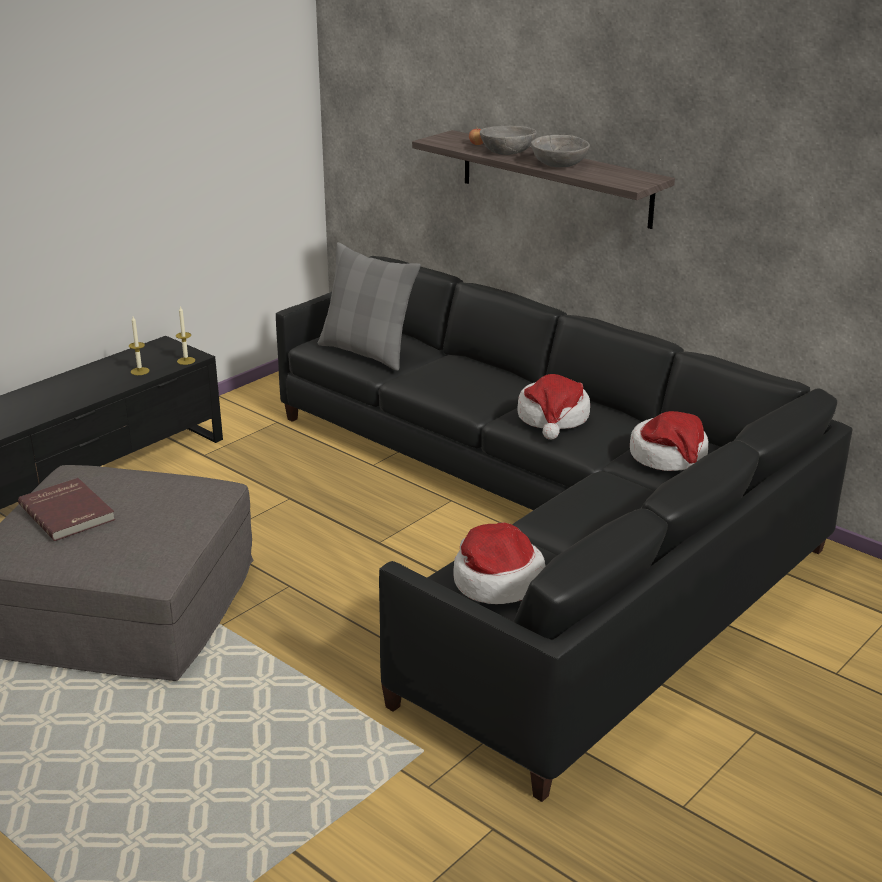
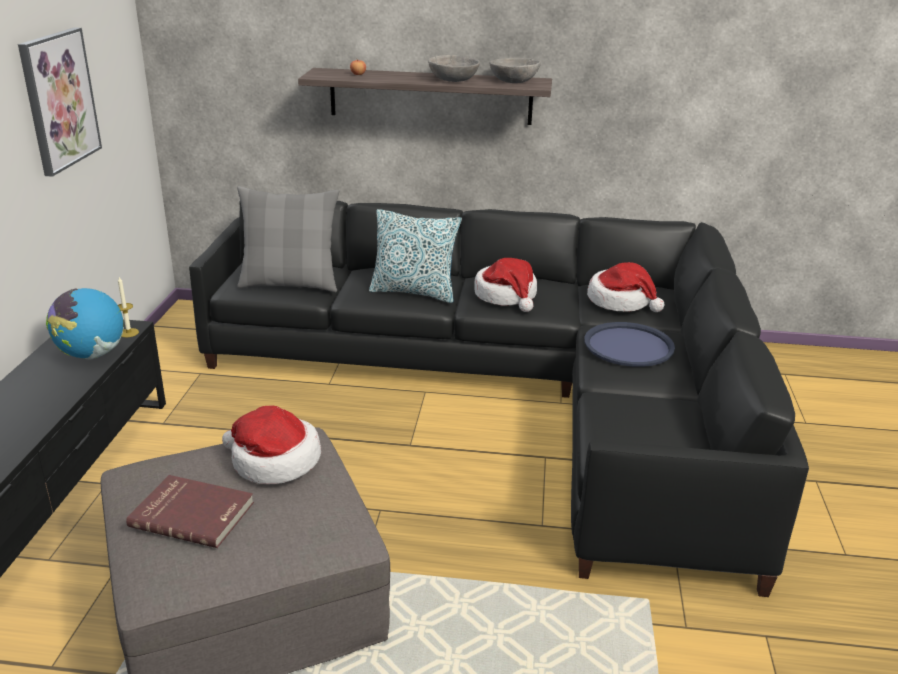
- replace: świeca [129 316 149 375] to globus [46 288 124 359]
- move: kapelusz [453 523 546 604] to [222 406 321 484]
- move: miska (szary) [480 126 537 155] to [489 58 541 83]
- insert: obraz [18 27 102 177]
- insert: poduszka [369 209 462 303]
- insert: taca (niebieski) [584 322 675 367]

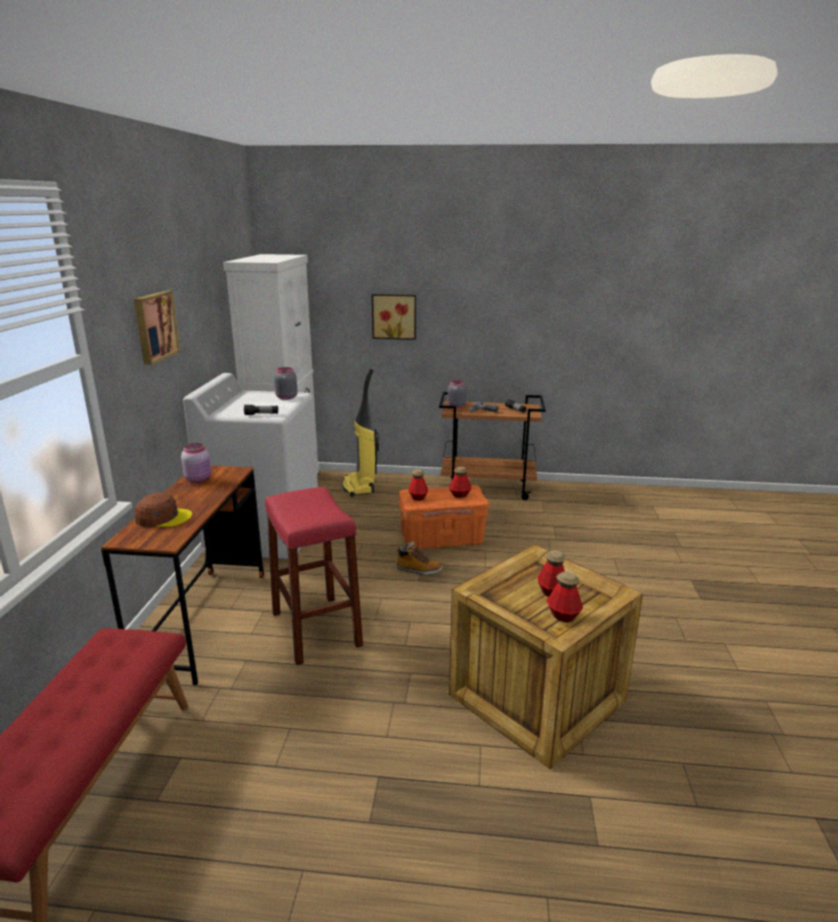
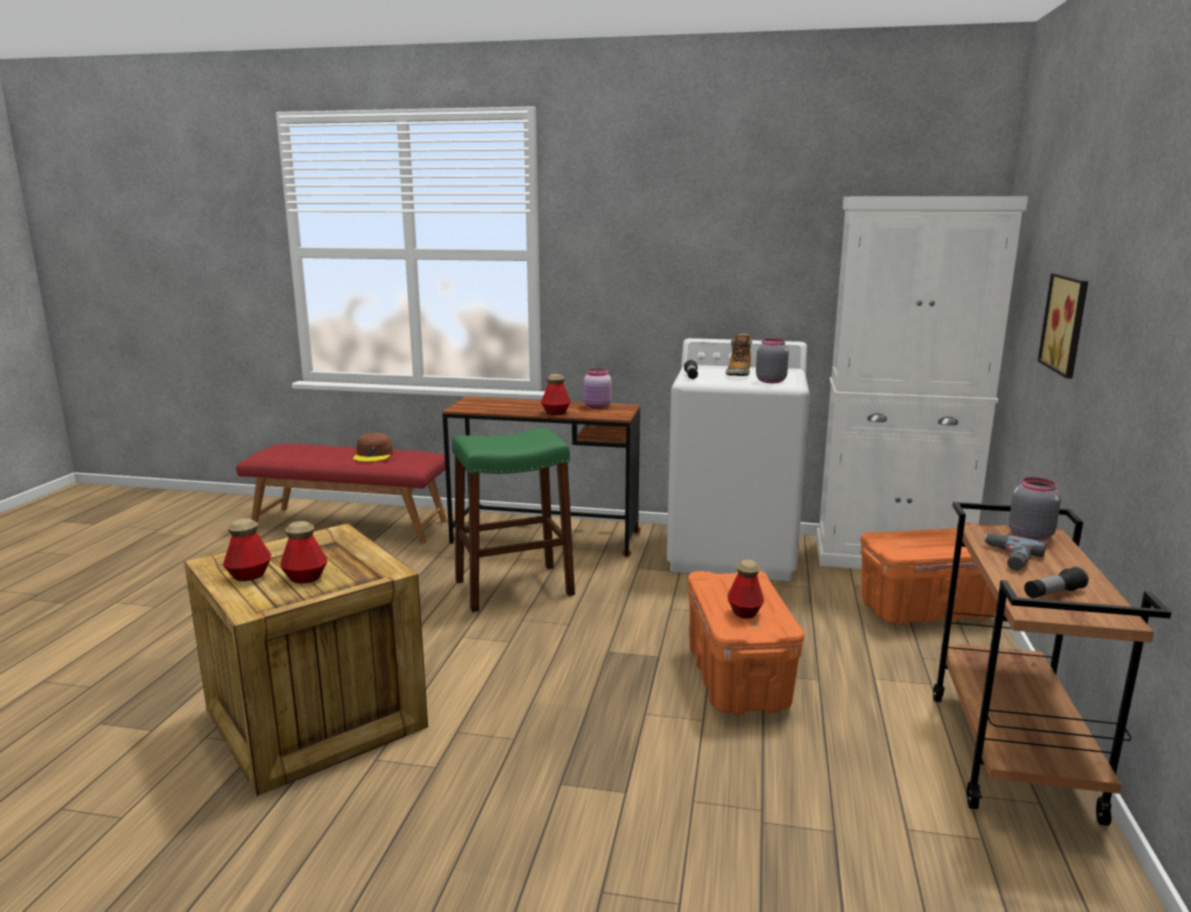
- delete: obraz [134 291 180 365]
- move: czapka z daszkiem (brązowy) [134 493 192 527] to [353 433 393 462]
- recolor: stołek (czerwony) [265 487 363 665] to stołek (zielony) [452 428 575 612]
- replace: odkurzacz [342 369 379 497] to pojemnik do przechowywania (pomarańczowy) [861 528 997 625]
- move: but z cholewką [396 542 443 575] to [726 333 752 376]
- move: butelka [409 469 428 501] to [541 374 571 415]

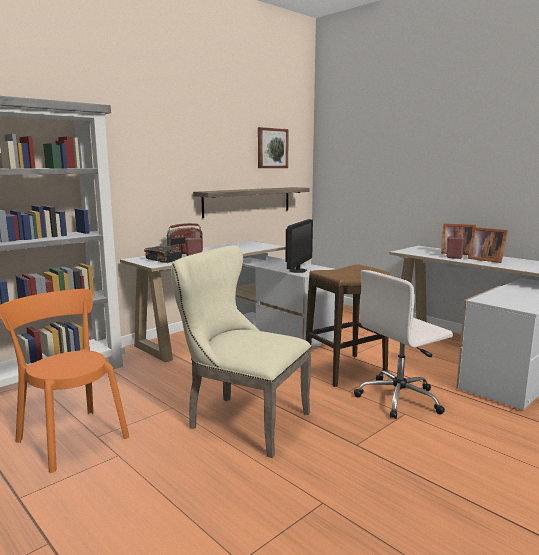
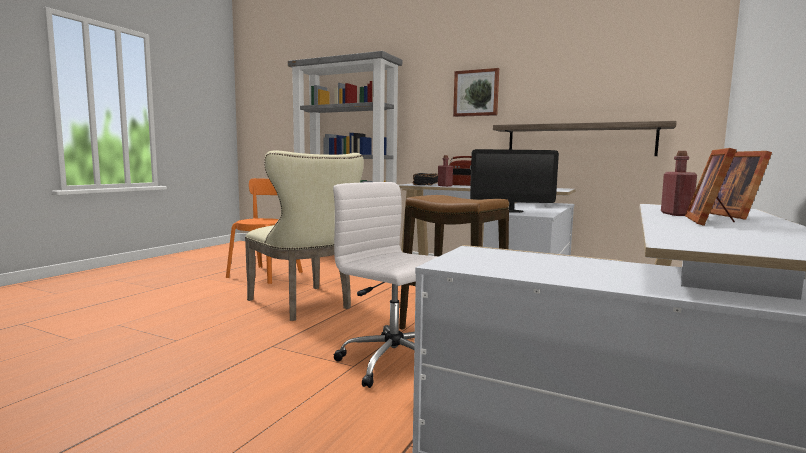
- rotate: krzesło (beżowy) [171 246 312 458] = [245 151 364 321] 135 degrees clockwise
- move: obraz [258 127 289 168] to [453 68 499 117]

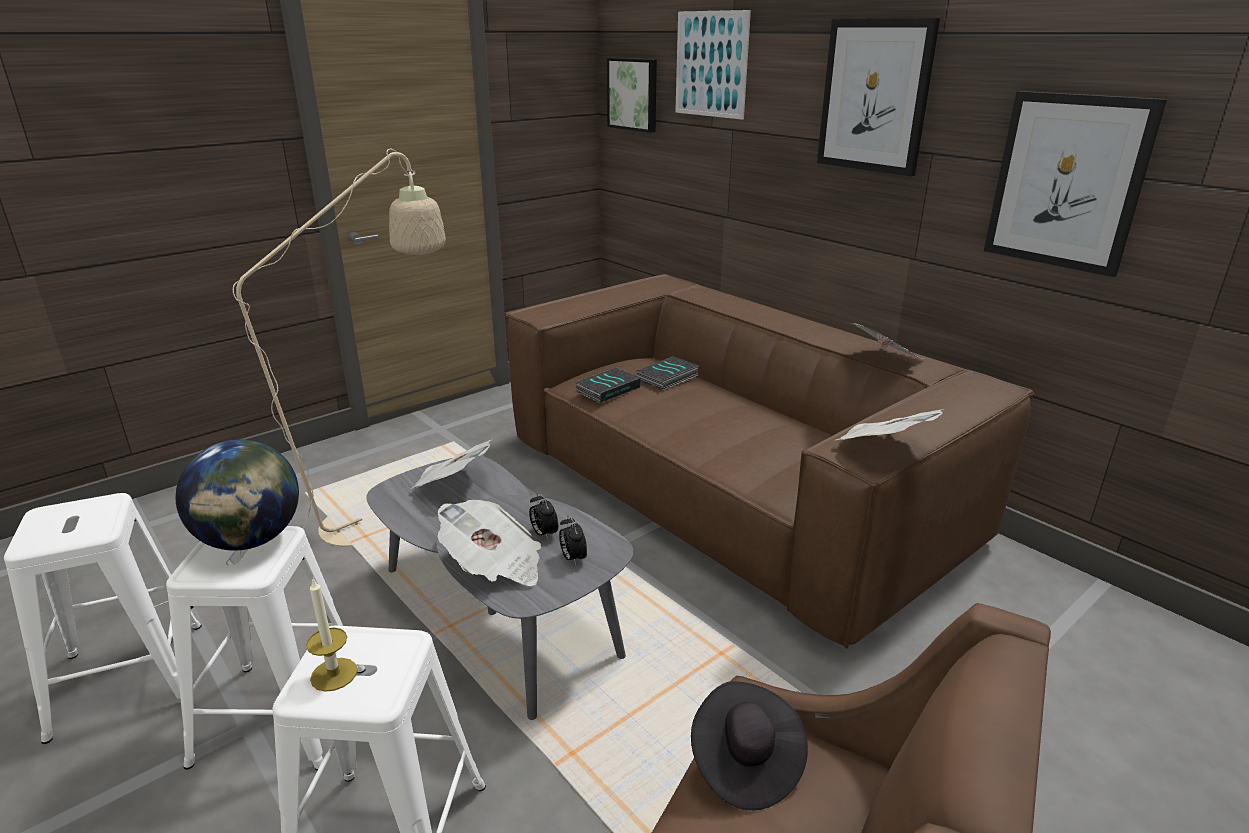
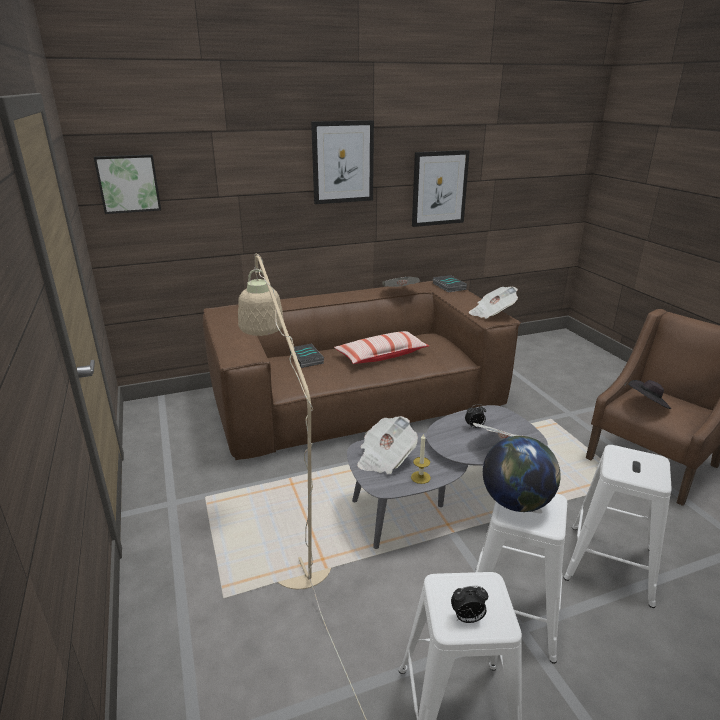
- move: świeca [306 579 357 692] to [411 433 431 484]
- move: budzik [559 515 587 565] to [451 586 488 623]
- move: książka [575 367 641 403] to [433 275 467 292]
- delete: obraz [675 10 751 120]
- insert: poduszka [334 331 429 364]

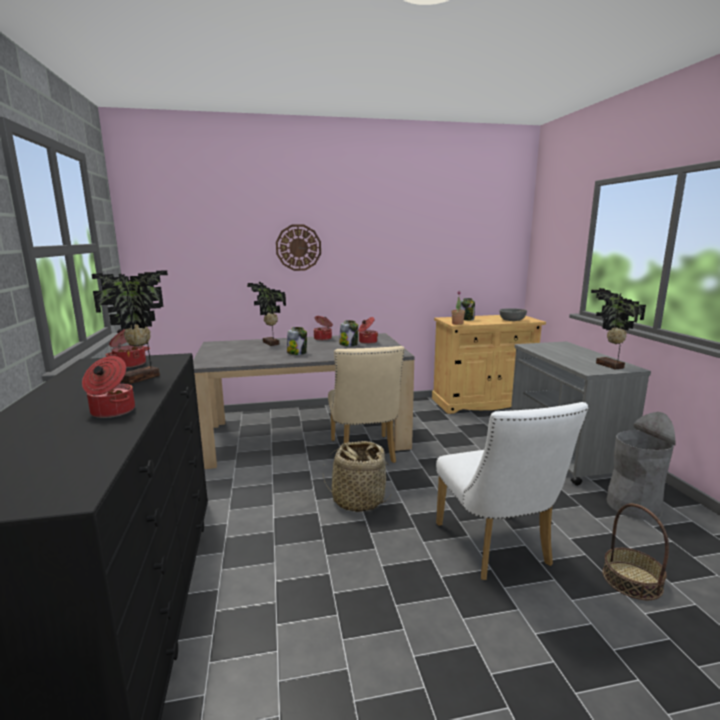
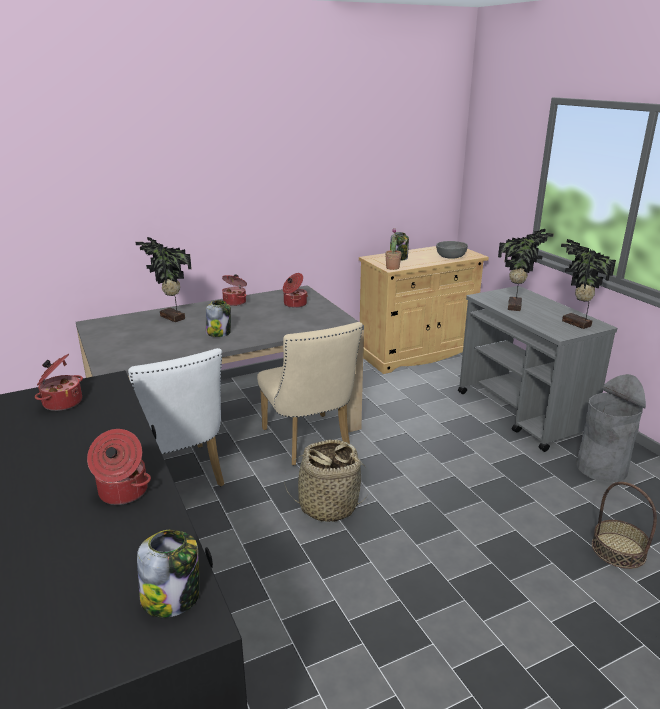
- move: roślina doniczkowa [92 270 168 384] to [498 229 554 311]
- delete: zegar ścienny [276 225 321 271]
- move: słoik [339 320 359 346] to [137 530 199 618]
- move: krzesło (biały) [436 402 589 580] to [128 348 224 486]

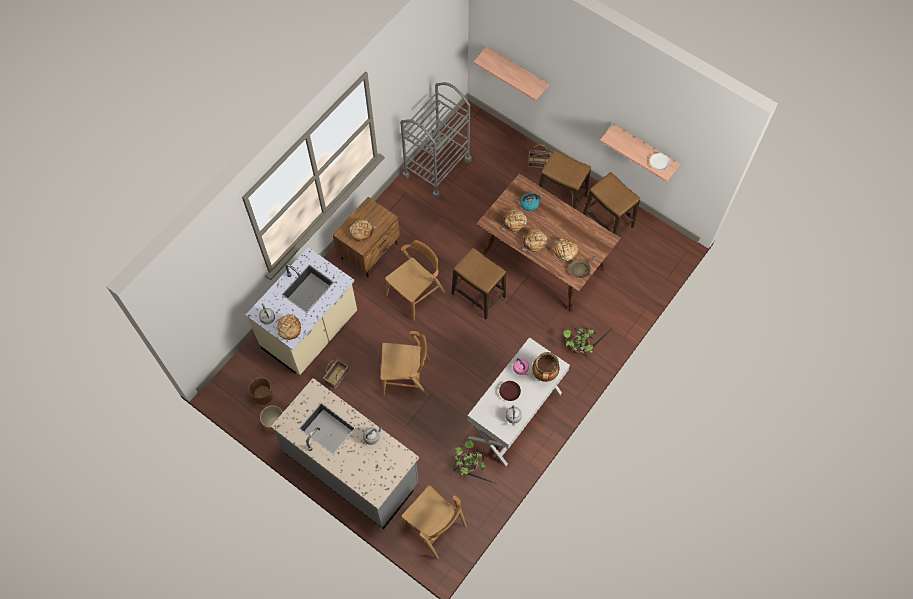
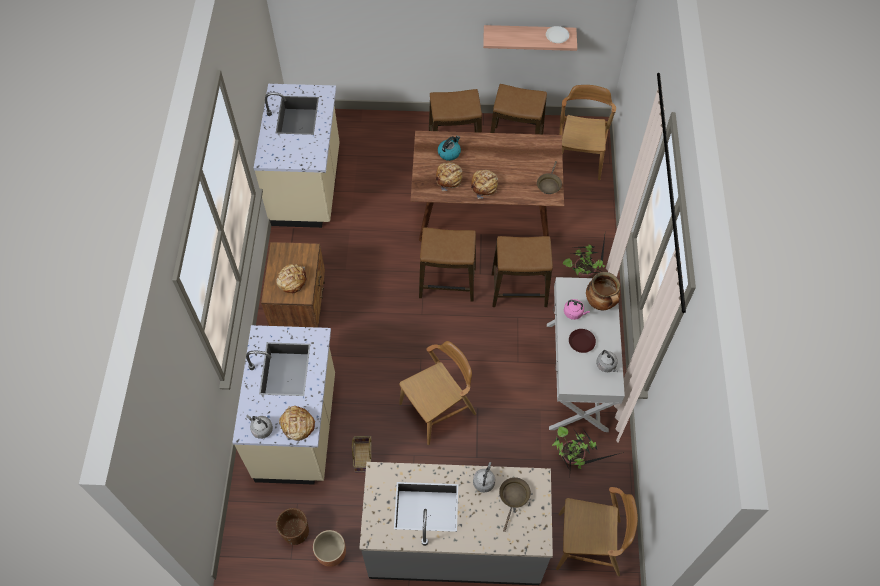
- move: krzesło (brązowy) [385 240 445 321] to [559 85 616 180]
- replace: wózek (szary) [400 82 472 199] to zabudowa kuchenna (beżowy) [254 84 340 228]
- delete: półka [473 47 549 101]
- delete: koszyk [528 144 551 168]
- delete: chleb [553 238 578 261]
- insert: stołek [491 236 553 307]
- insert: patelnia (brązowy) [499 477 531 532]

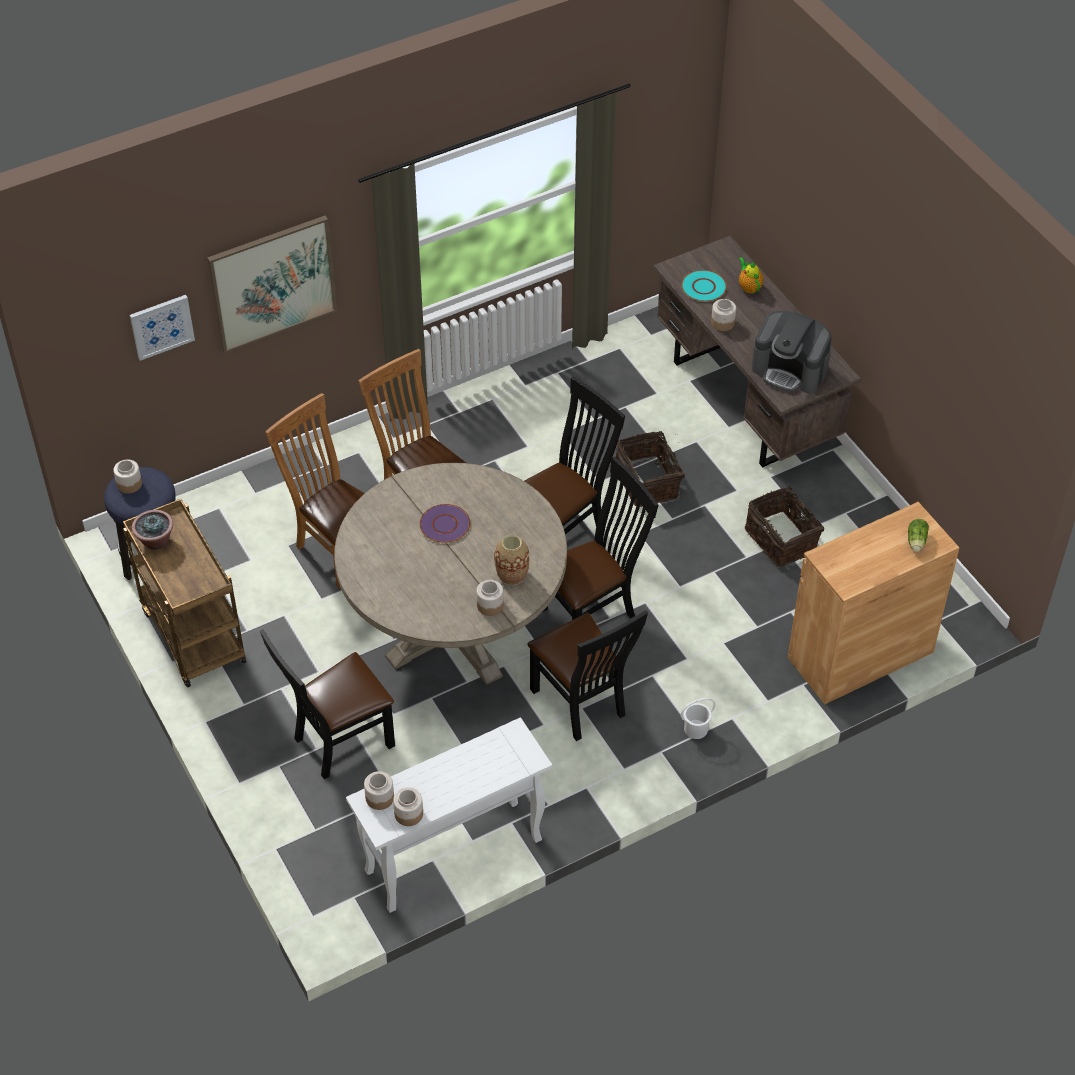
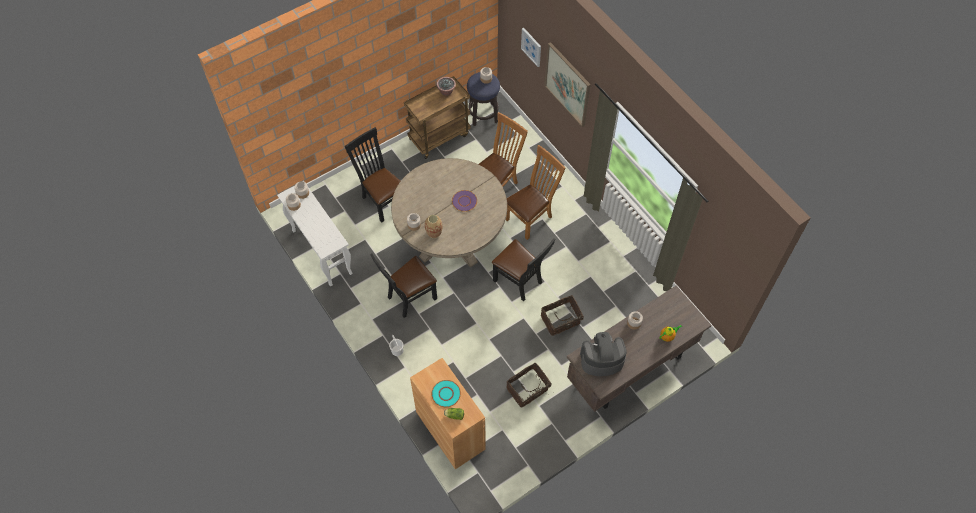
- delete: krzesło (czarny) [543 456 659 620]
- move: talerz (turkusowy) [681 270 727 302] to [431 380 461 407]
- rotate: ekspres do kawy [751 311 832 394] = [580 332 627 376] 60 degrees clockwise

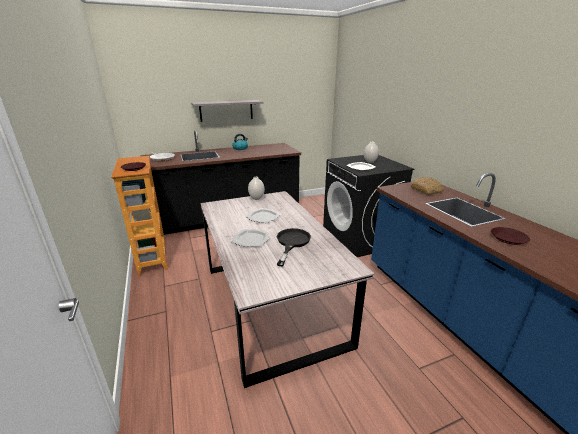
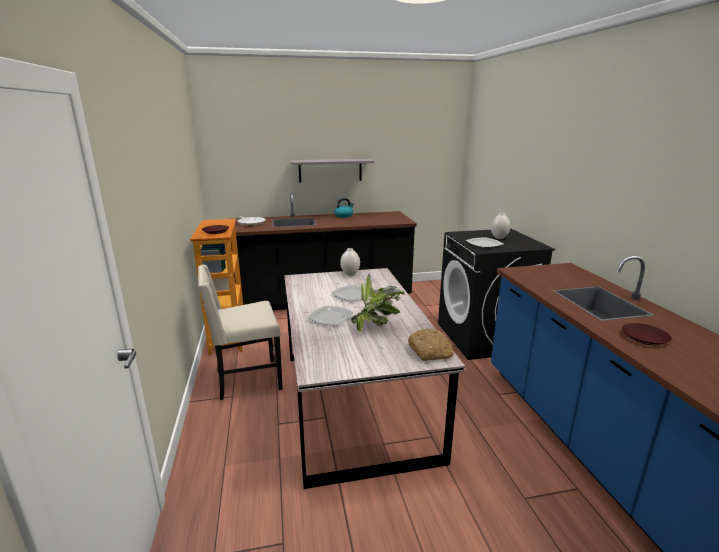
- replace: patelnia (czarny) [277 228 311 266] to roślina doniczkowa [351 273 405 332]
- move: chleb [411 177 444 195] to [408 328 454 361]
- insert: krzesło (beżowy) [198 265 283 400]

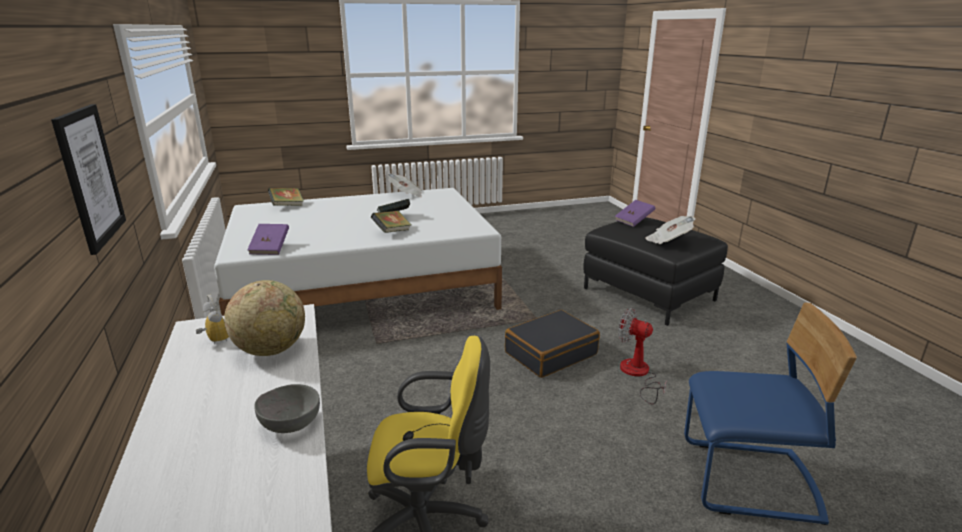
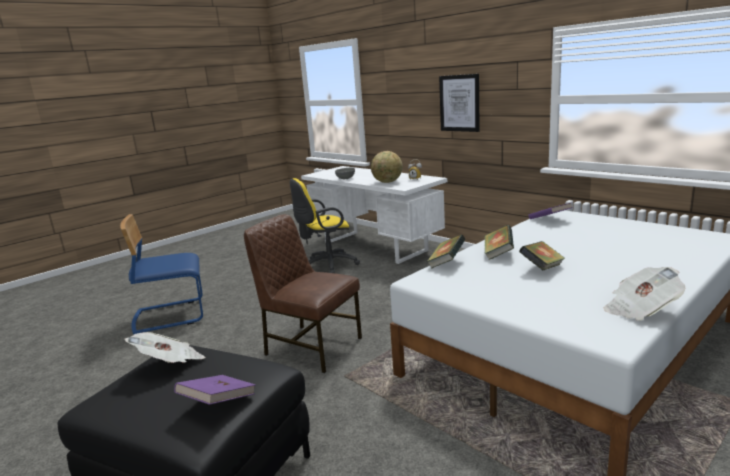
- move: książka [268 188 304 206] to [427 235 465 269]
- replace: walizka (czarny) [505 310 600 378] to krzesło (brązowy) [244 214 362 373]
- delete: wentylator [618 308 667 404]

